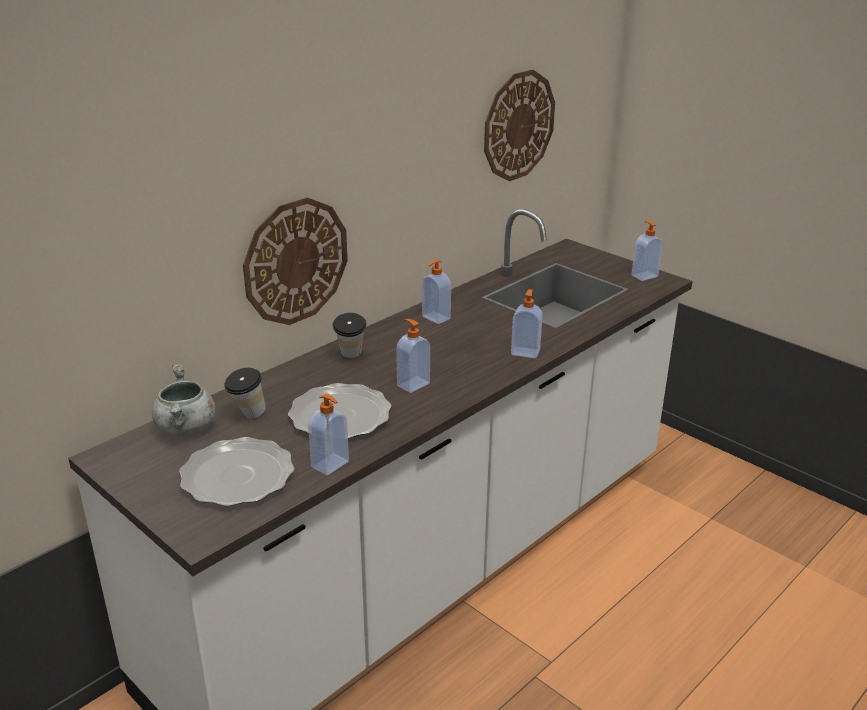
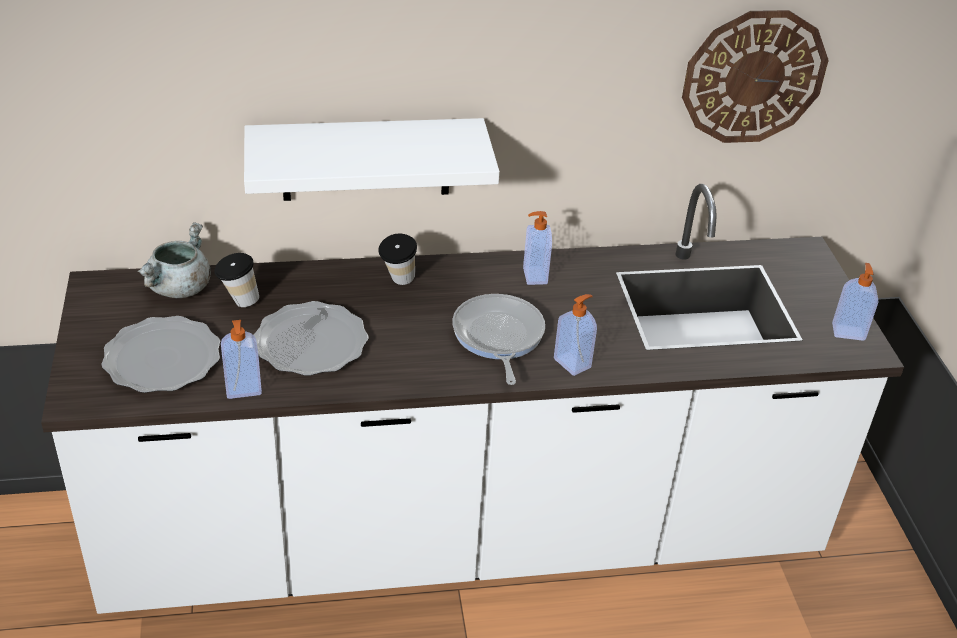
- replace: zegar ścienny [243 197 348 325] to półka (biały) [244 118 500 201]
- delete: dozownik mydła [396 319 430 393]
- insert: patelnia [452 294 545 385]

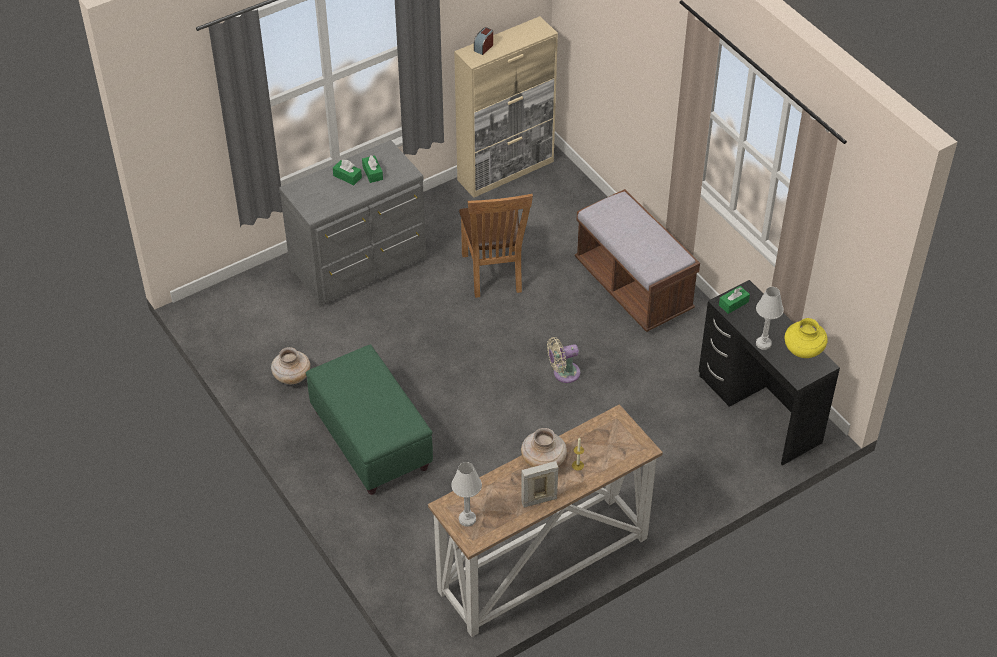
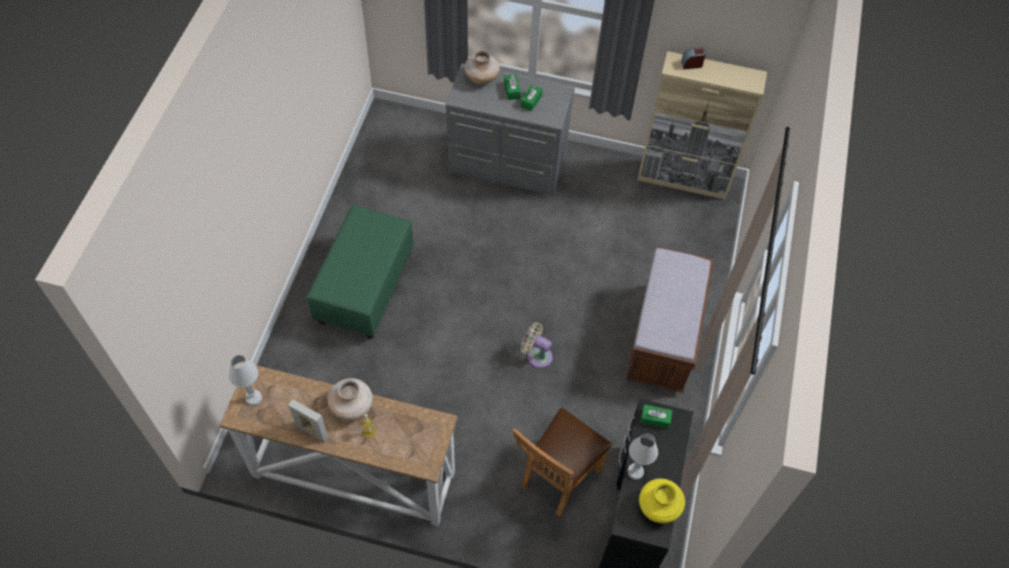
- move: wazon (beżowy) [271 347 310 384] to [464 50 500 84]
- move: krzesło (brązowy) [459 194 533 298] to [513 408 612 516]

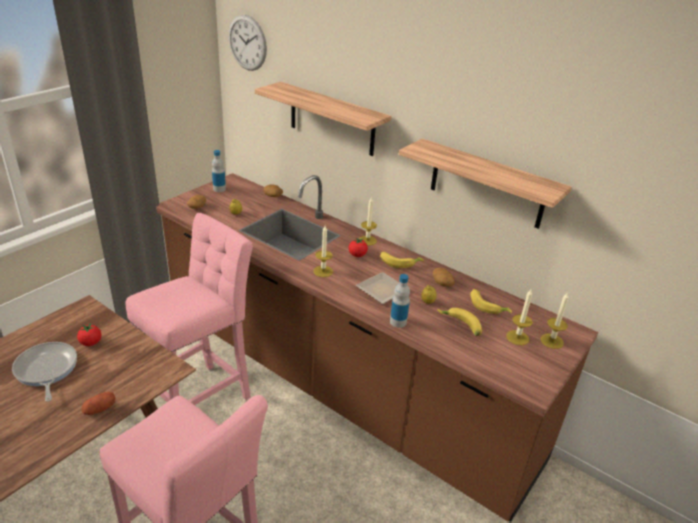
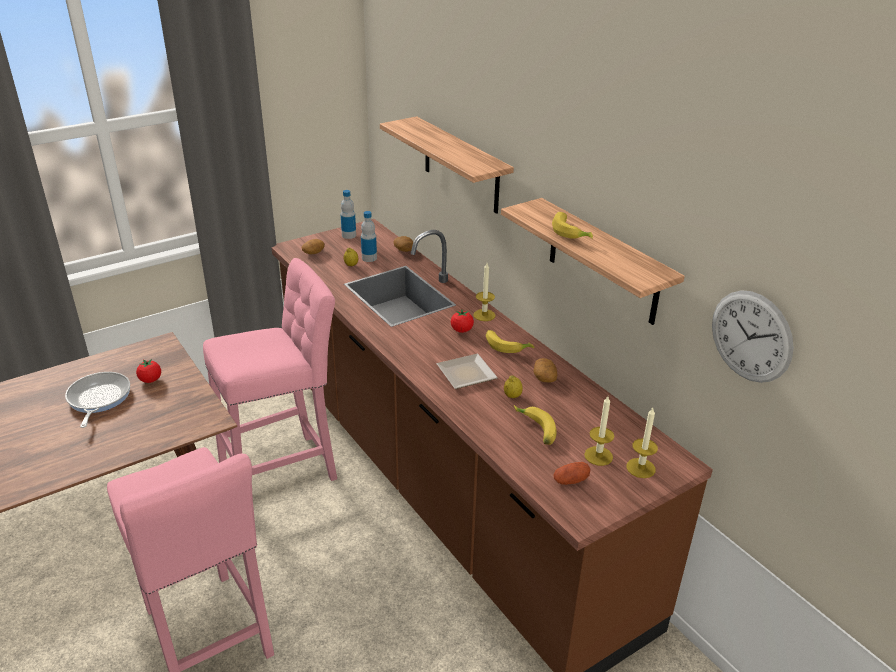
- move: ziemniak [82 392 115 415] to [553 462 591 485]
- move: zegar ścienny [229 15 267 71] to [712 290 794 383]
- delete: świeca [313 226 333 277]
- move: butelka [390 274 410 328] to [361 211 377 262]
- move: banan [470 289 512 314] to [552 212 593 239]

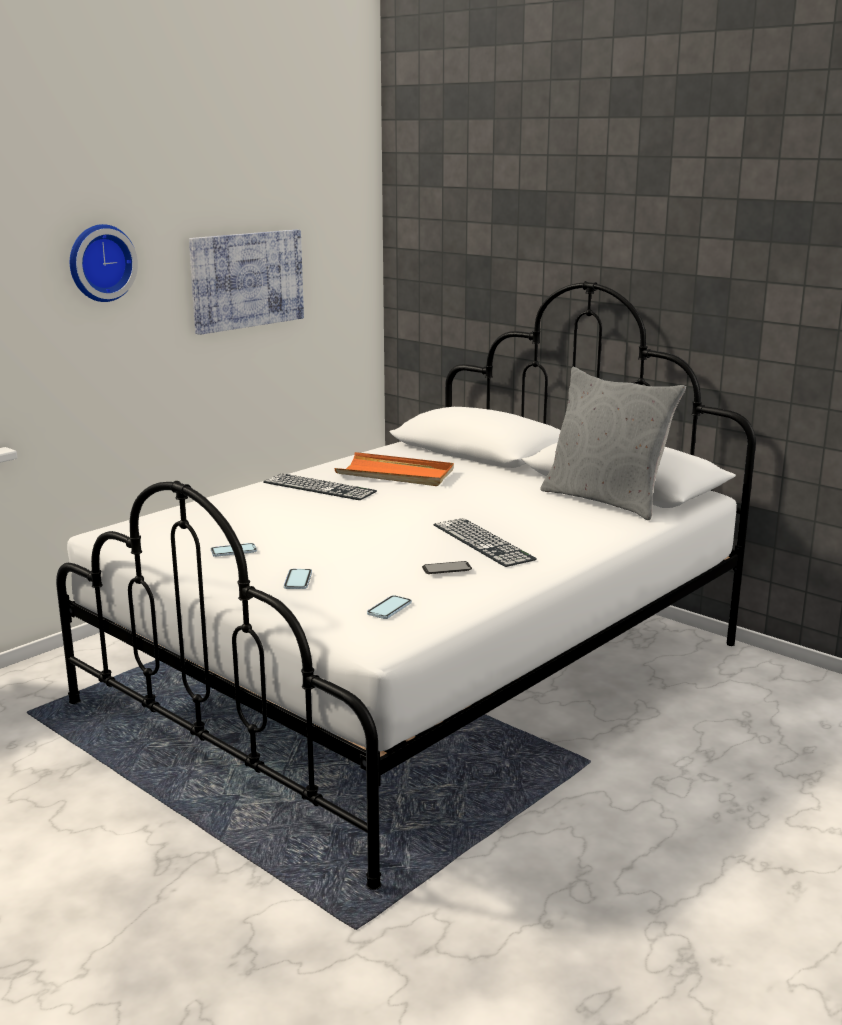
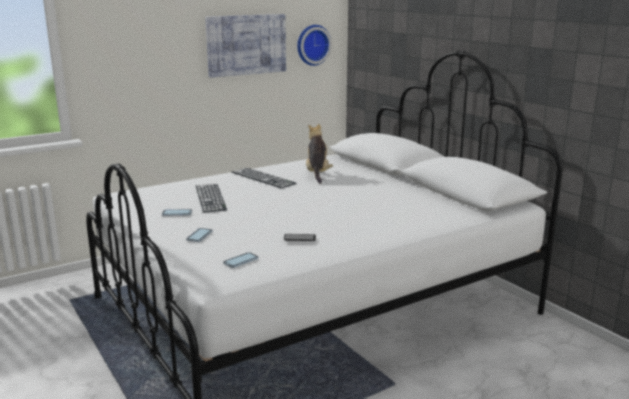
- move: zegar ścienny [70 224 138 302] to [297 25 332 66]
- replace: taca (pomarańczowy) [334 452 454 486] to pluszak [306 124 333 184]
- move: klawiatura [434 518 537 567] to [196 184 227 213]
- delete: poduszka (szary) [540 367 686 520]

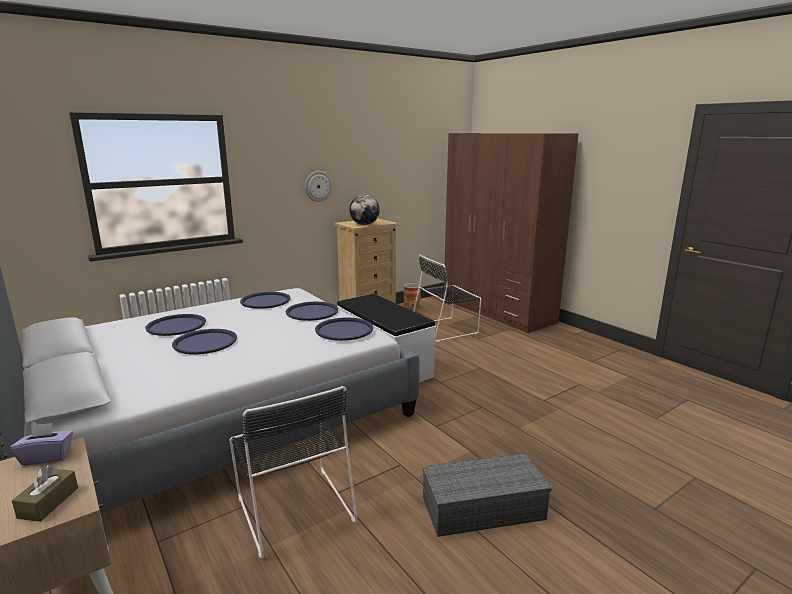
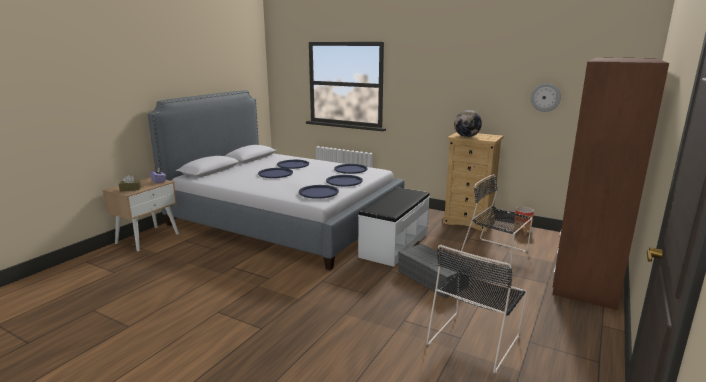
- move: krzesło (czarny) [230 386 358 559] to [426 245 527 374]
- move: zegar ścienny [305 171 332 202] to [531 83 561 112]
- move: pojemnik do przechowywania (szary) [422 453 552 537] to [398 244 471 298]

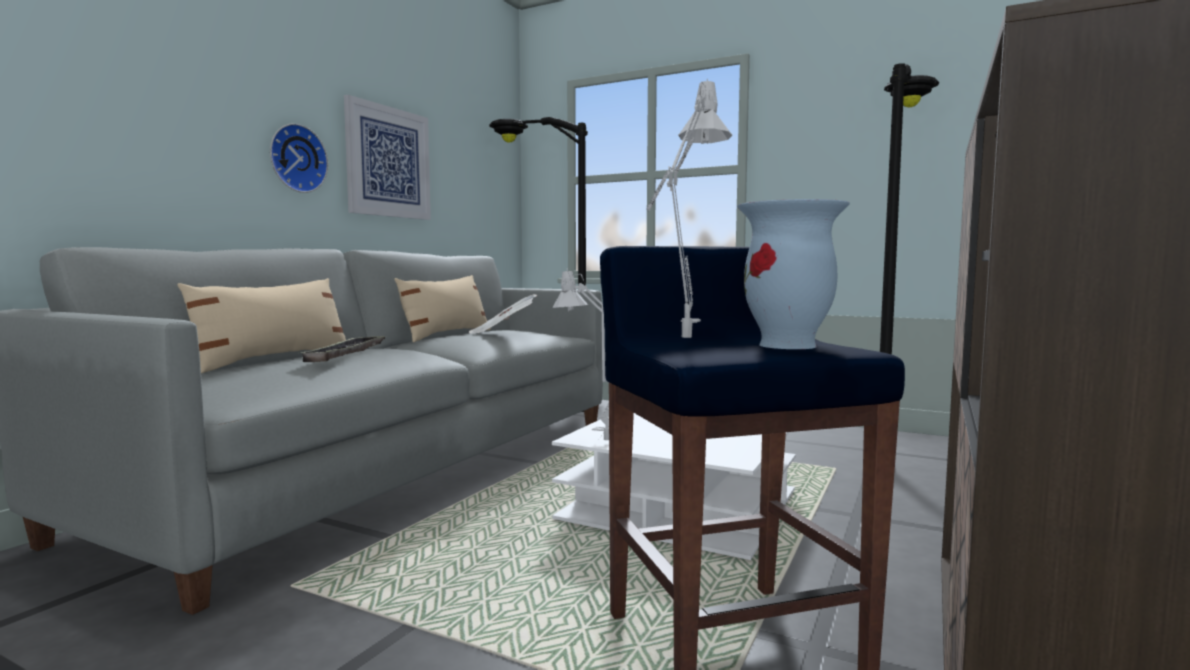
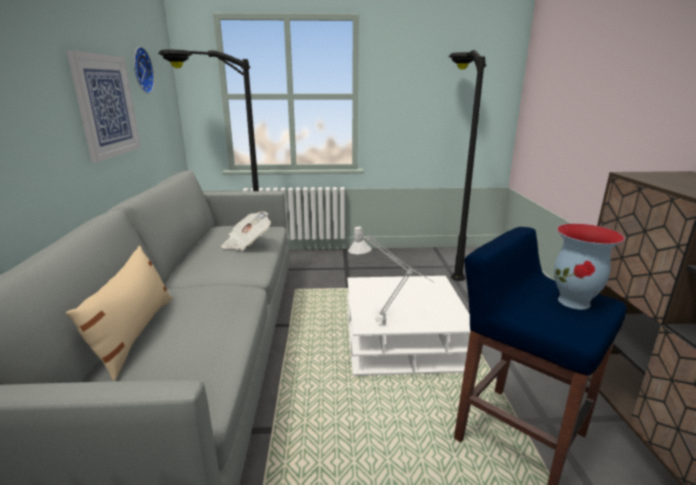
- move: zegar ścienny [270 123 328 193] to [134 47 154 93]
- delete: taca [298 336 385 362]
- delete: poduszka (beżowy) [394 275 491 343]
- delete: lampa stołowa (szary) [646 79 732 338]

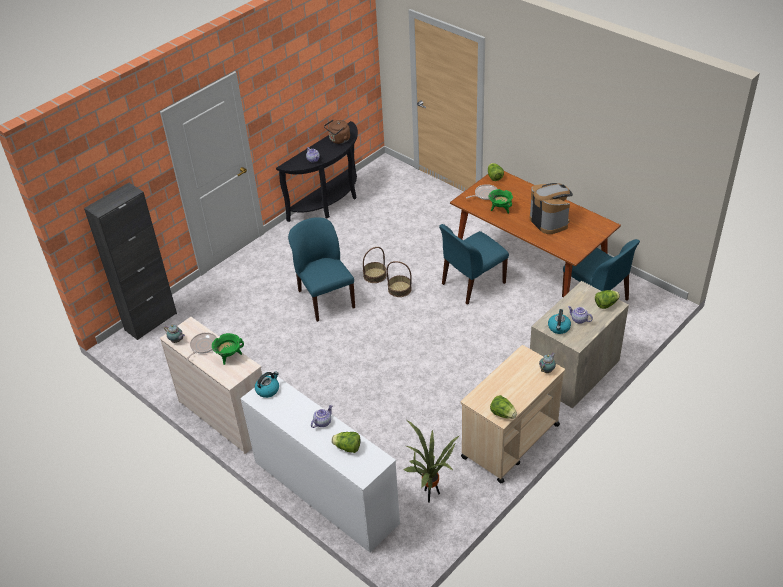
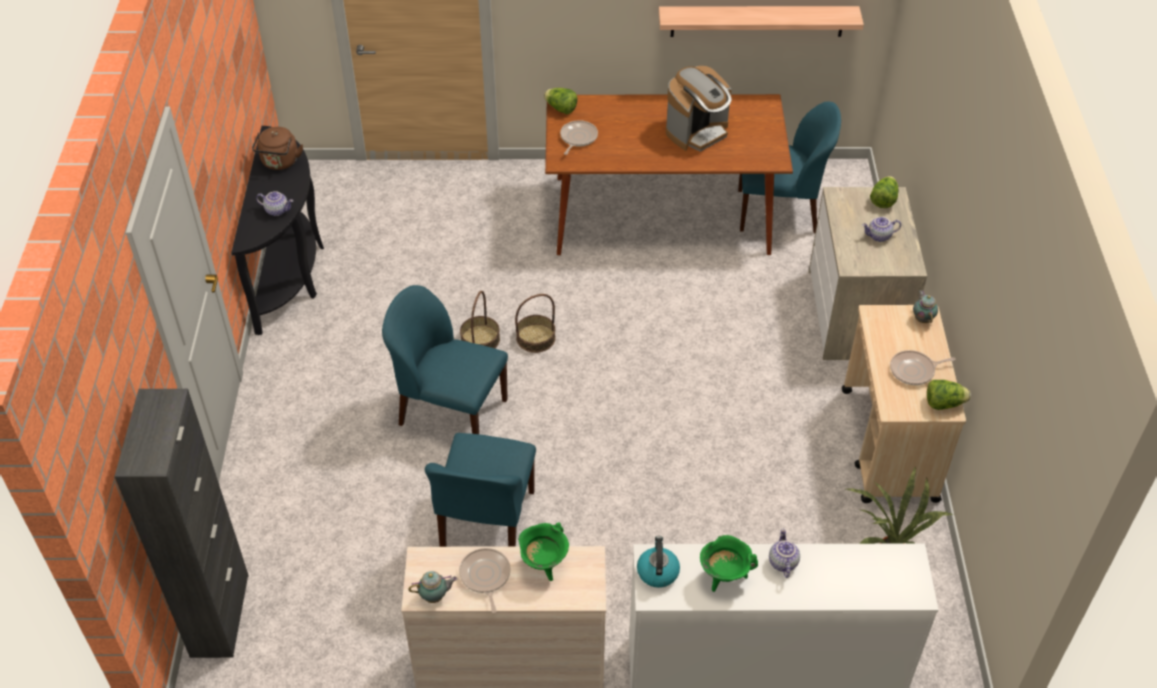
- delete: sałata [331 432 360 453]
- move: krzesło (niebieski) [439 224 509 305] to [425 433 536 547]
- move: garnek (zielony) [488 189 513 214] to [700 535 758 592]
- rotate: ekspres do kawy [530 183 573 234] = [666 66 732 152] 120 degrees clockwise
- delete: czajnik [548 309 571 334]
- insert: półka [659 6 864 37]
- insert: patelnia [890 350 956 385]

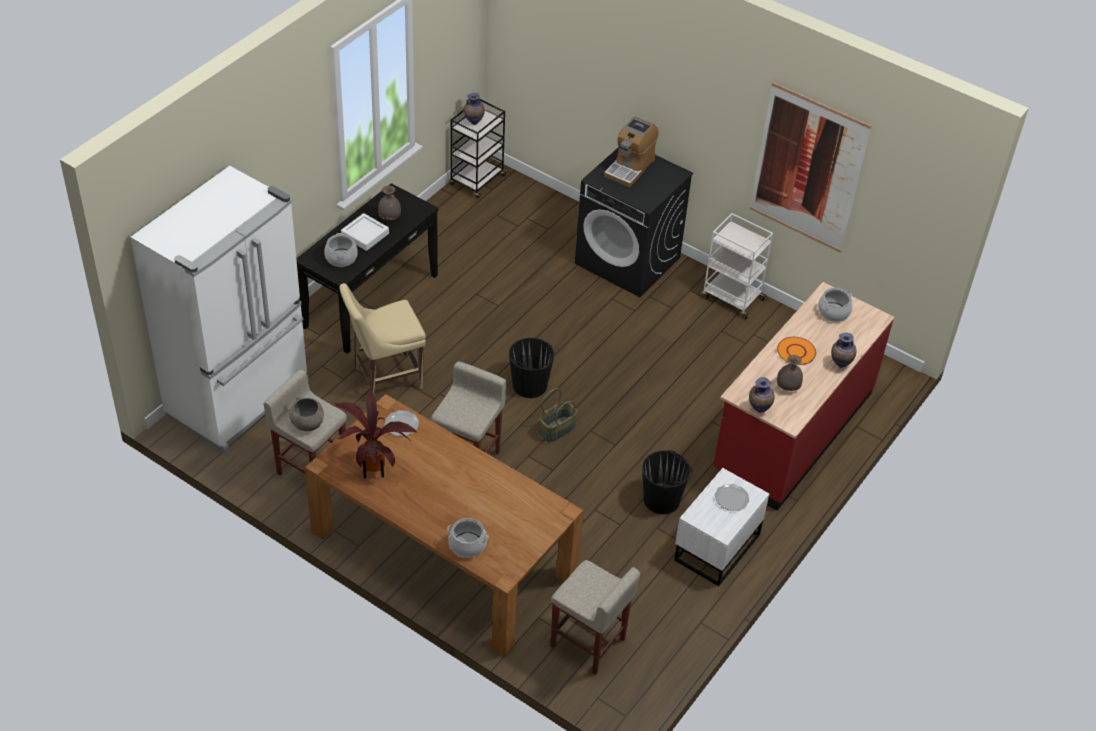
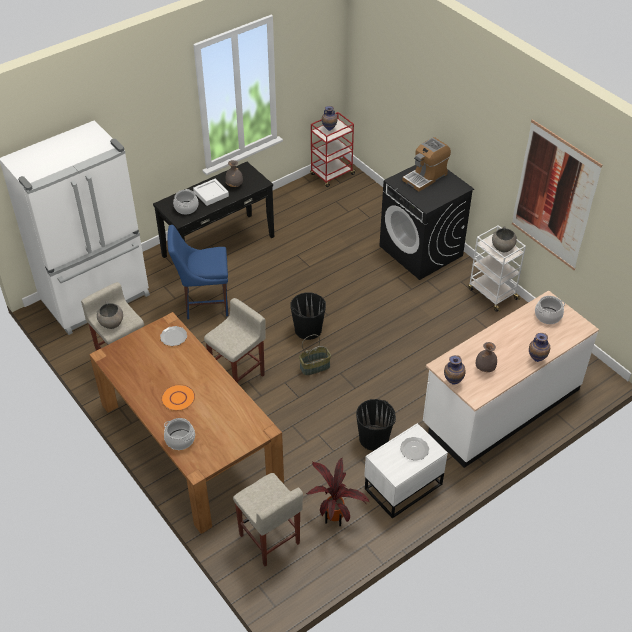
- move: roślina doniczkowa [335 390 417 478] to [306 457 369 526]
- recolor: krzesło (beżowy) [339 283 426 396] to krzesło (niebieski) [167 225 229 319]
- recolor: wózek (czarny) [449 99 508 198] to wózek (czerwony) [310 112 357 187]
- recolor: zabudowa kuchenna (czerwony) [713 282 894 511] to zabudowa kuchenna (biały) [423 290 599 468]
- move: talerz (pomarańczowy) [777 337 816 365] to [161 384 195 411]
- insert: miska (szary) [492 226 517 252]

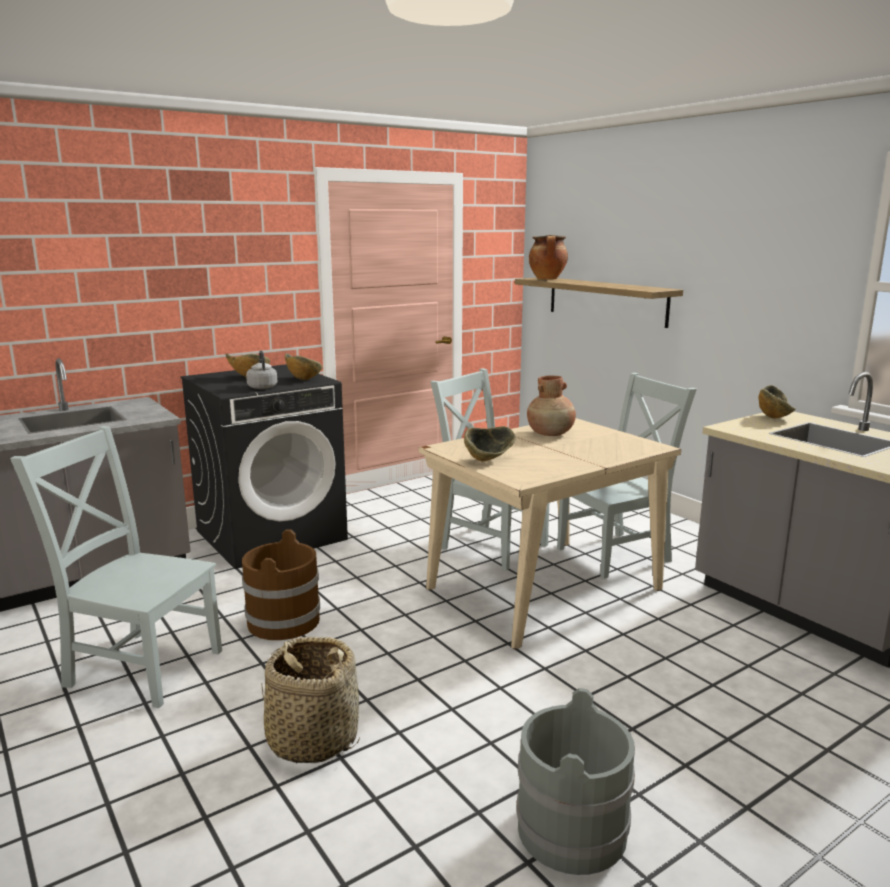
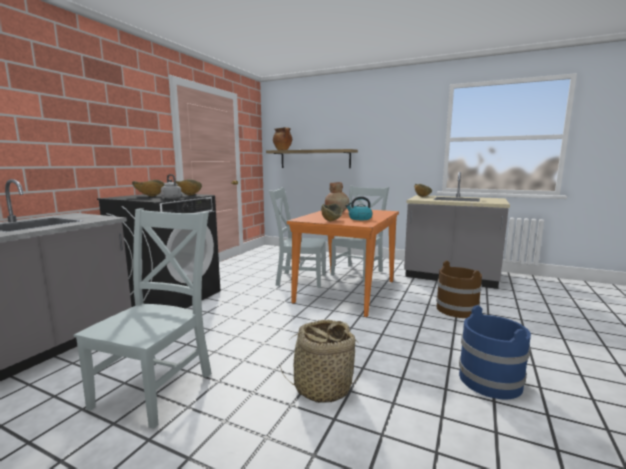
- rotate: krzesło (szary) [10 426 222 708] = [74 208 212 429] 120 degrees clockwise
- move: wiadro (brązowy) [242 529 320 640] to [436 261 482 318]
- recolor: stół jadalny (beżowy) [419 418 681 649] to stół jadalny (pomarańczowy) [287 209 399 317]
- recolor: wiadro (szary) [516 688 635 875] to wiadro (niebieski) [459 305 531 399]
- insert: czajnik [345 196 373 220]

